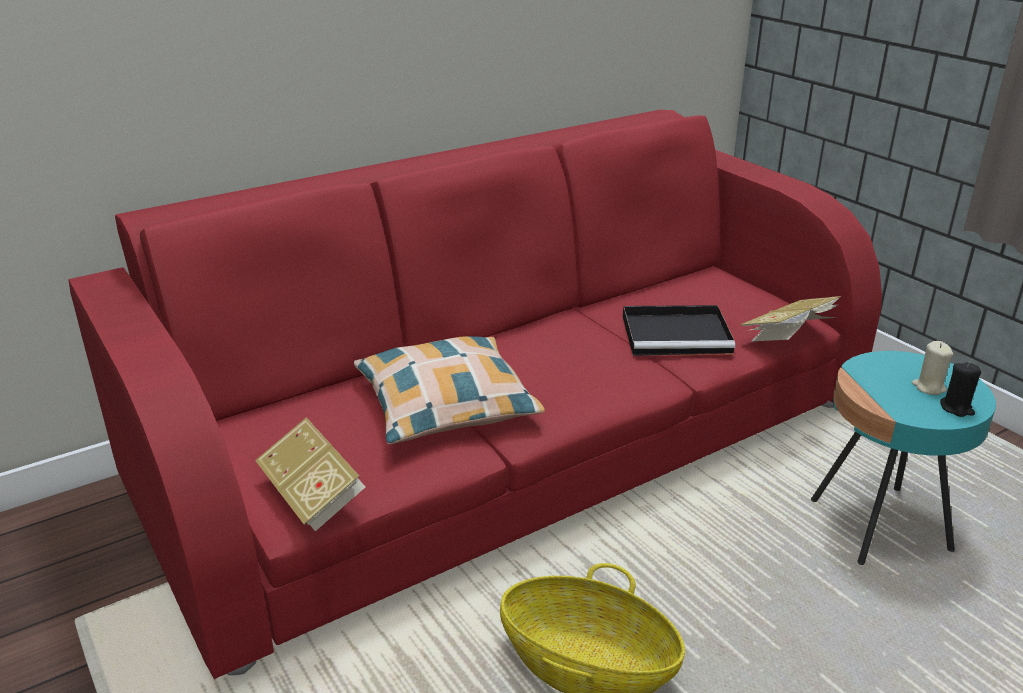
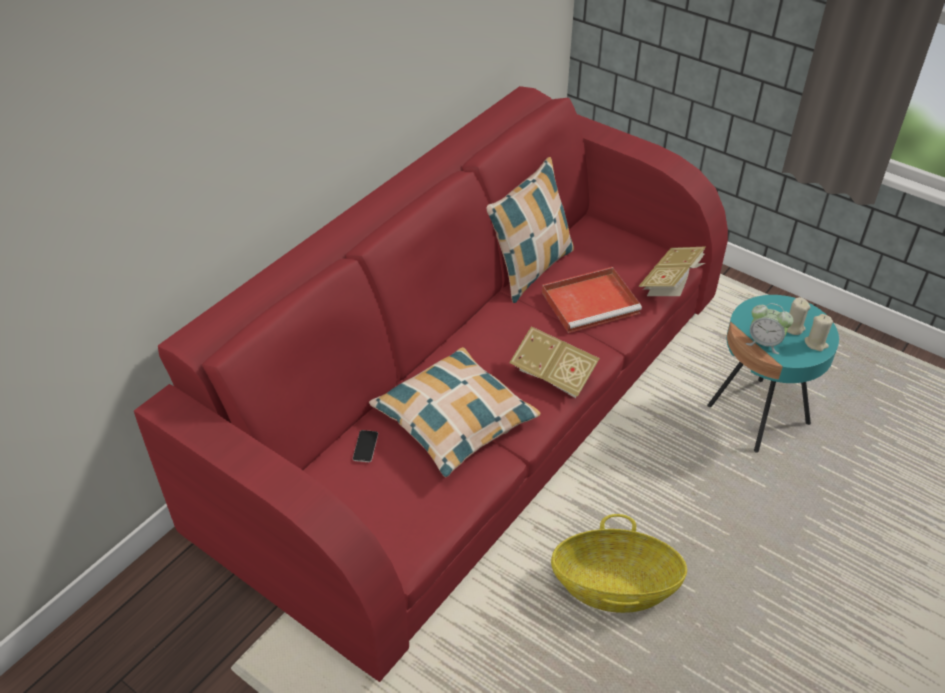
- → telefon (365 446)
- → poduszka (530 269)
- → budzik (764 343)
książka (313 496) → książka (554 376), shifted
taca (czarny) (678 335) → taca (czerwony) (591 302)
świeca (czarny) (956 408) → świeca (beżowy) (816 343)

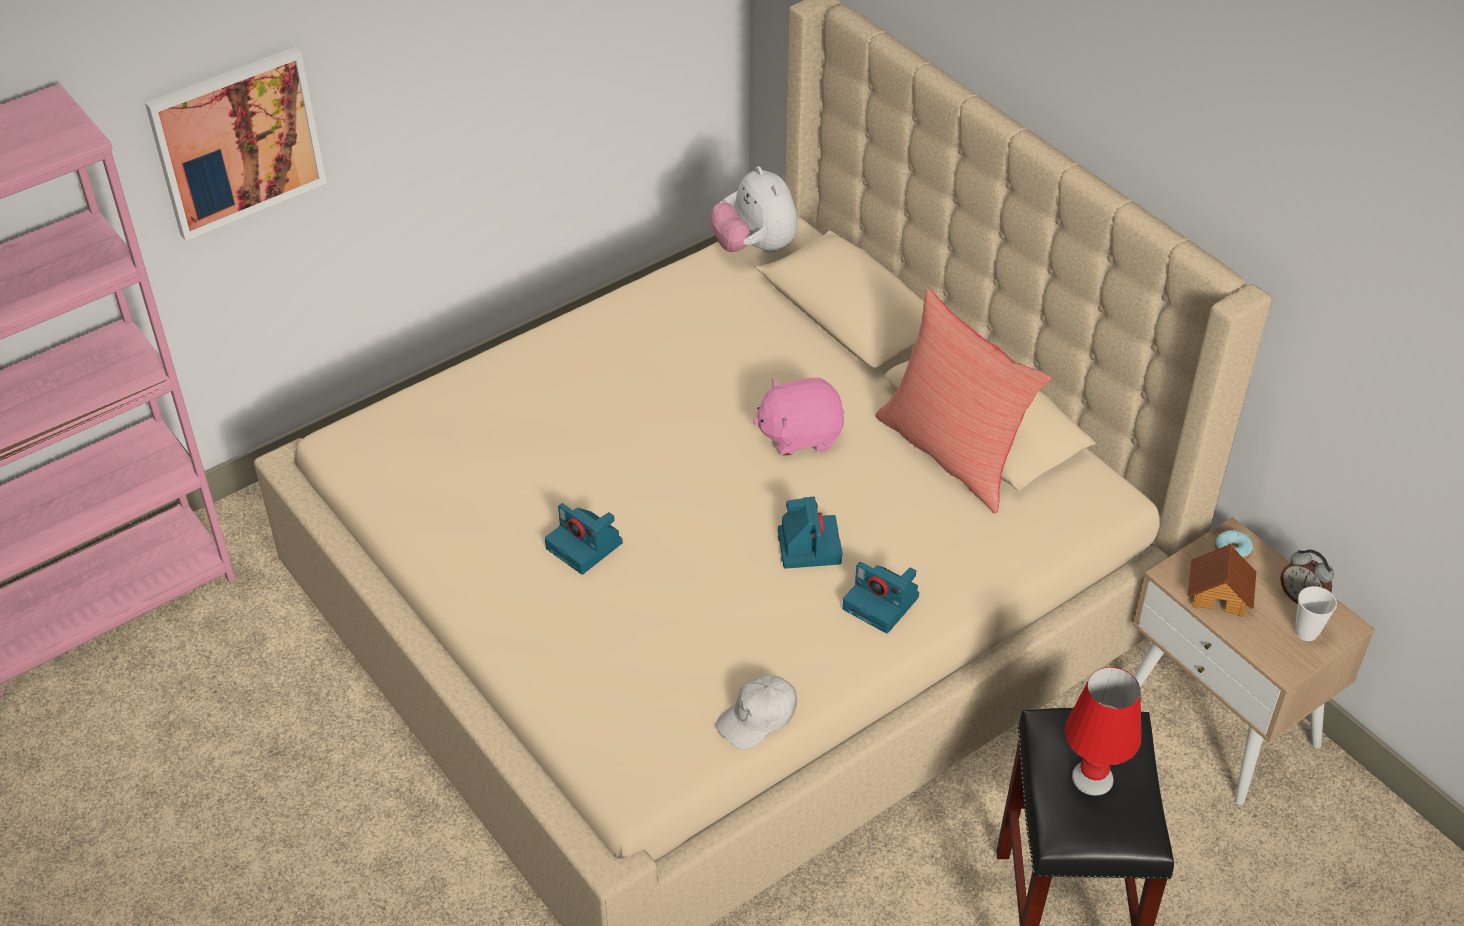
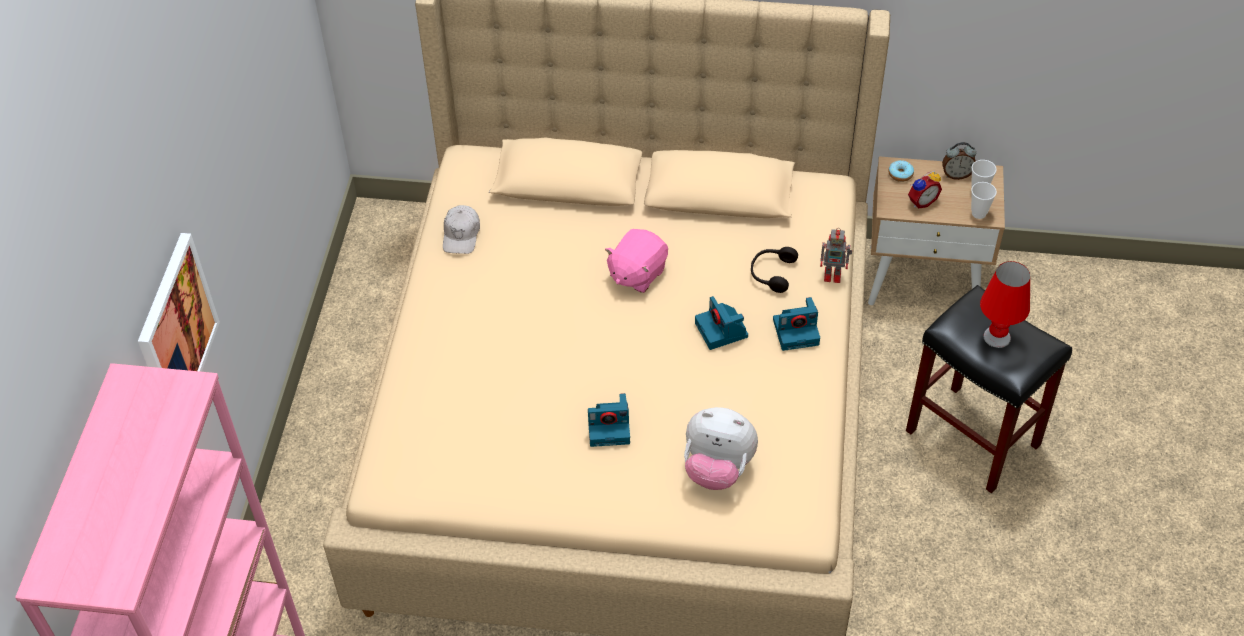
poduszka (czerwony) (952 453) → -
- → słuchawki (czarny) (771 273)
- → robot zabawkowy (833 275)
- → filiżanka (978 213)
pluszak (755 247) → pluszak (717 469), shifted
czapka z daszkiem (biały) (758 718) → czapka z daszkiem (biały) (461 235), shifted
domek (1219 594) → budzik (921 201)
aparat fotograficzny (808 545) → aparat fotograficzny (722 331), 150 degrees counterclockwise

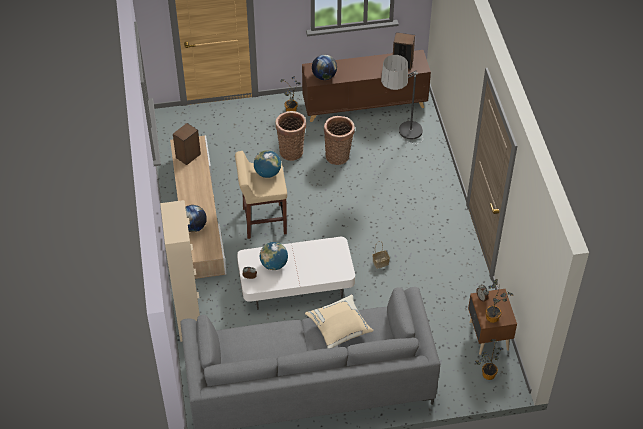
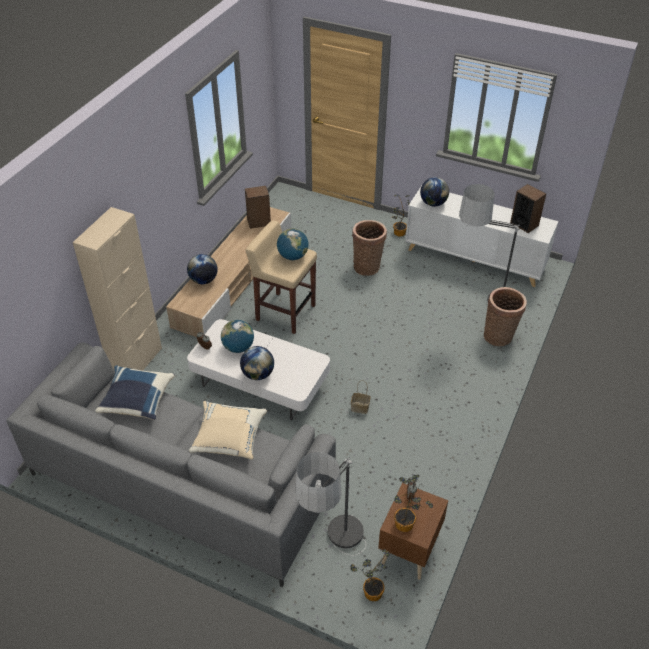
- → poduszka (niebieski) (137 401)
- → globus (258 374)
- → lampa stojąca (334 558)
koszyk (338 155) → koszyk (499 336), shifted
szafka (brązowy) (365 104) → szafka (biały) (475 258)

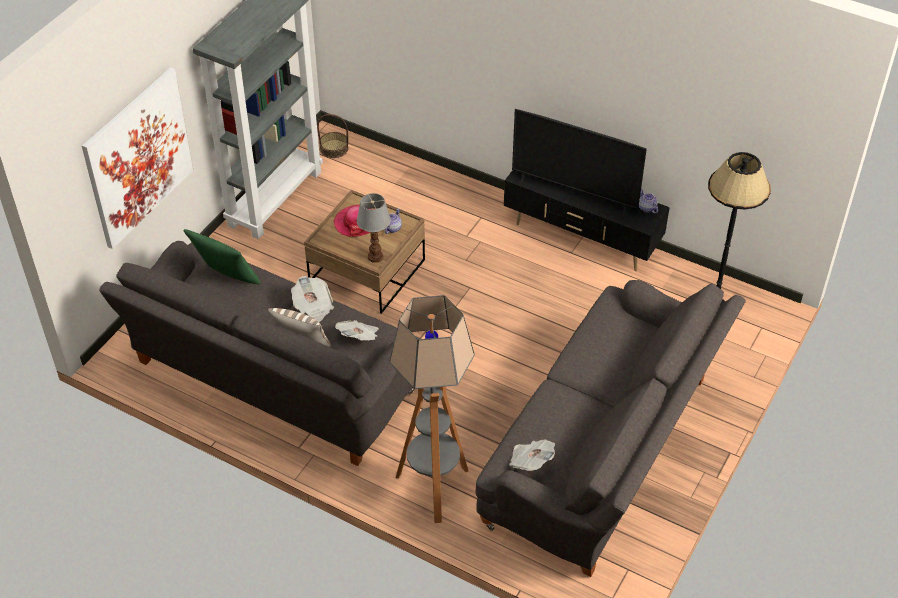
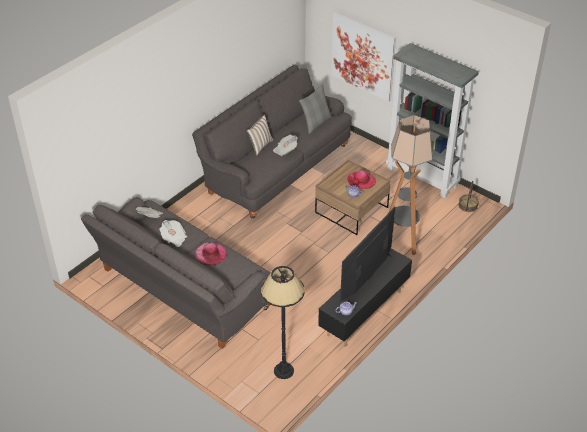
lampa stołowa (376 257) → -
- → kapelusz (różowy) (210 253)
gazeta (359 337) → gazeta (174 238), shifted
lampa stojąca (434 488) → lampa stojąca (402 240), shifted
poduszka (zielony) (227 278) → poduszka (szary) (316 123)

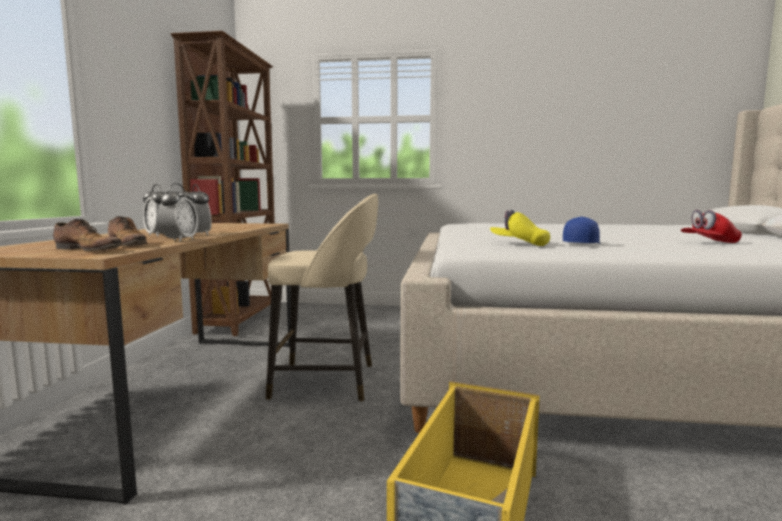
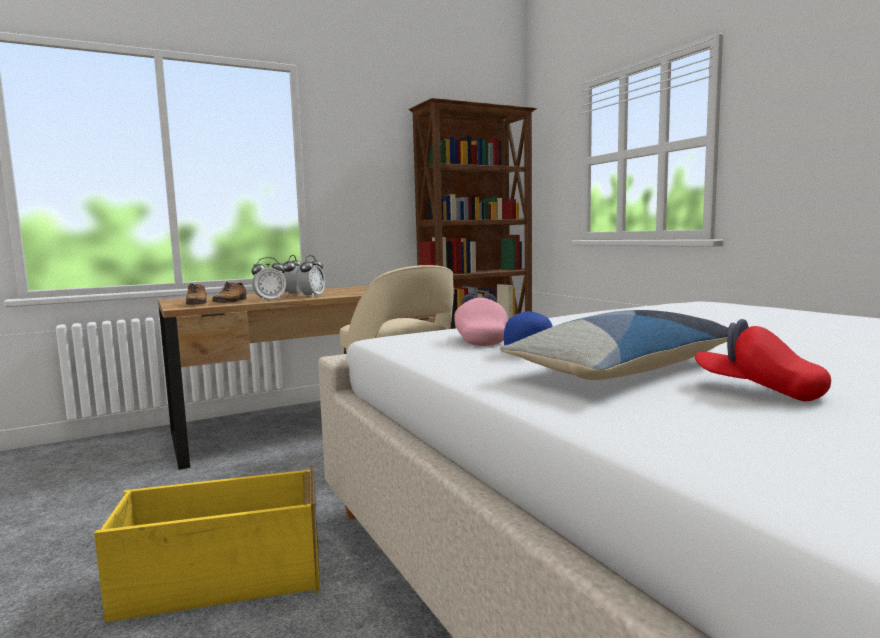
- → poduszka (626 369)
czapka z daszkiem (żółty) (519 244) → czapka z daszkiem (różowy) (480 340)

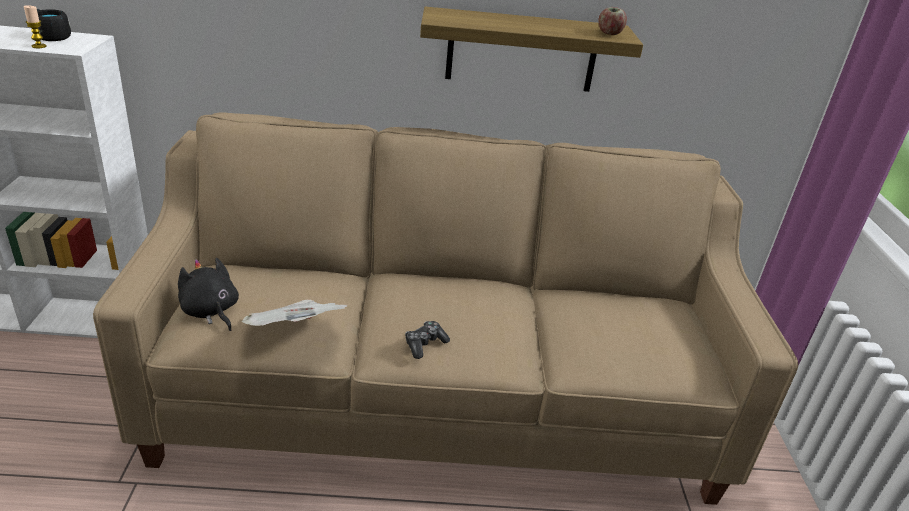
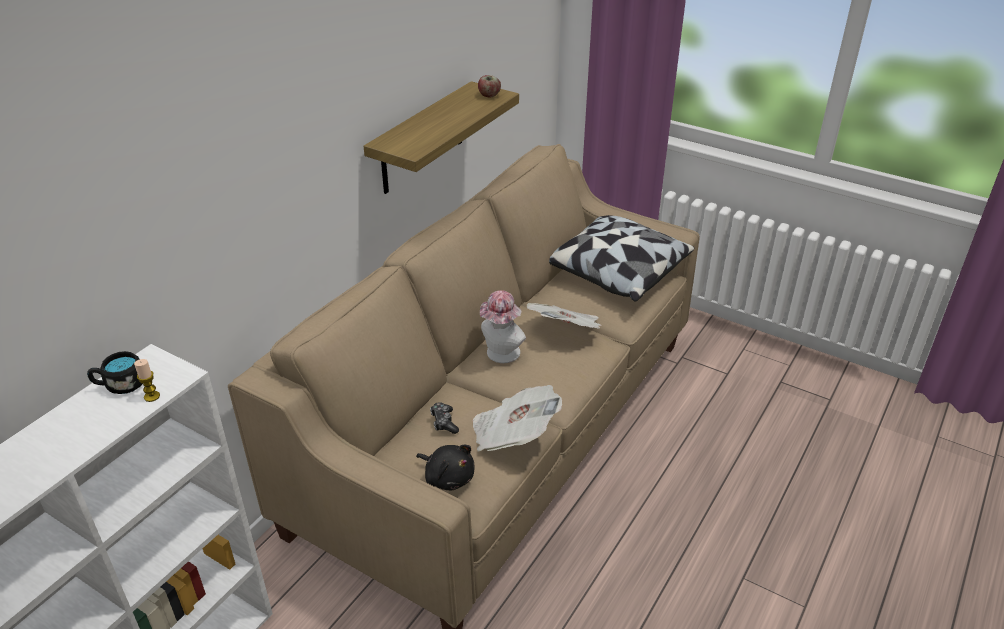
- → kapelusz (500 355)
- → gazeta (566 331)
- → poduszka (615 272)
pad do gier (425 344) → pad do gier (444 422), shifted
pluszak (czarny) (210 311) → pluszak (czarny) (448 477), 135 degrees counterclockwise

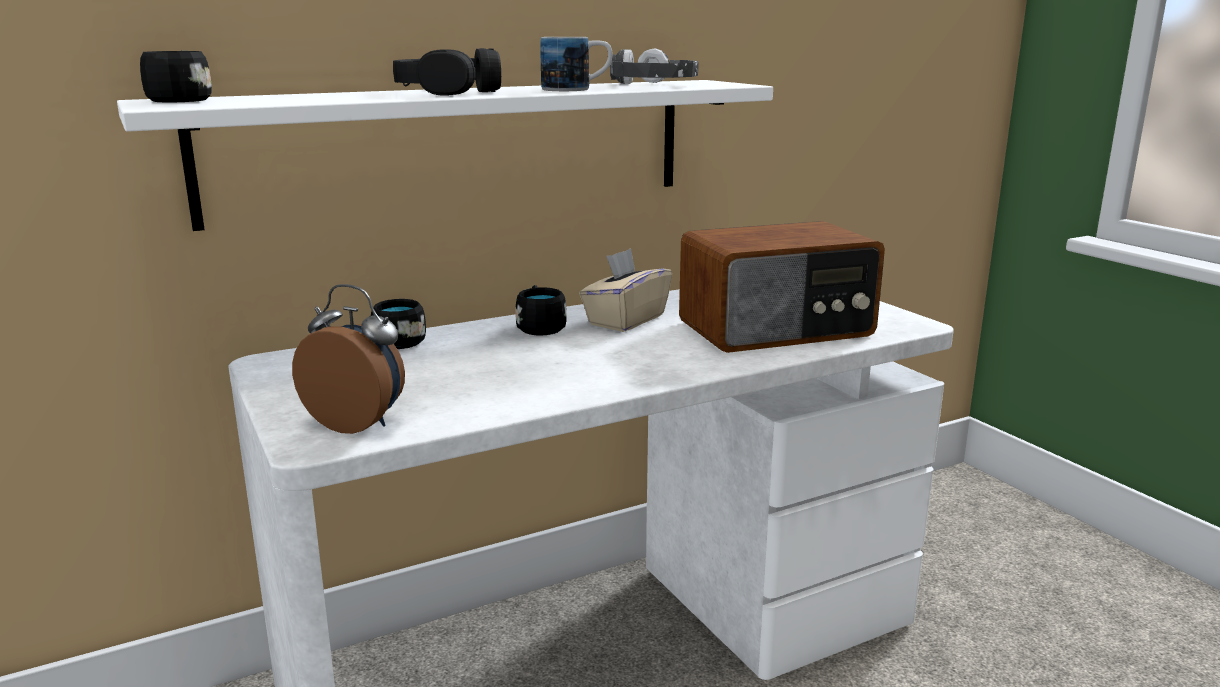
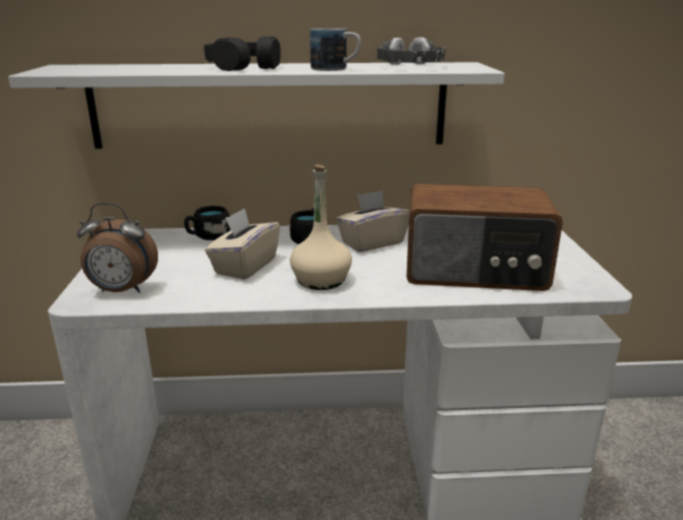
kubek (czarny) (184 100) → -
- → pudełko chusteczek (beżowy) (245 266)
- → butelka (beżowy) (321 280)
budzik (358 423) → budzik (122 291), 135 degrees clockwise

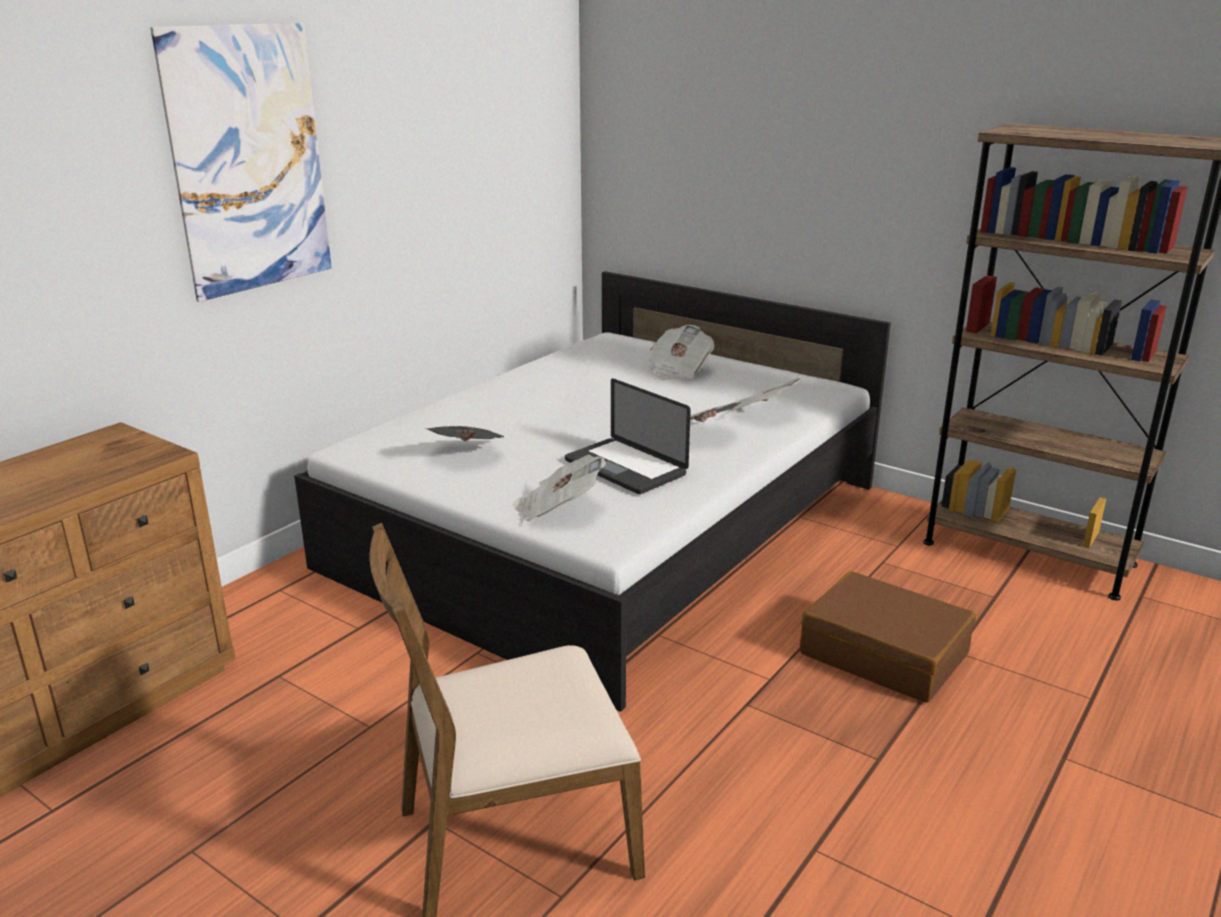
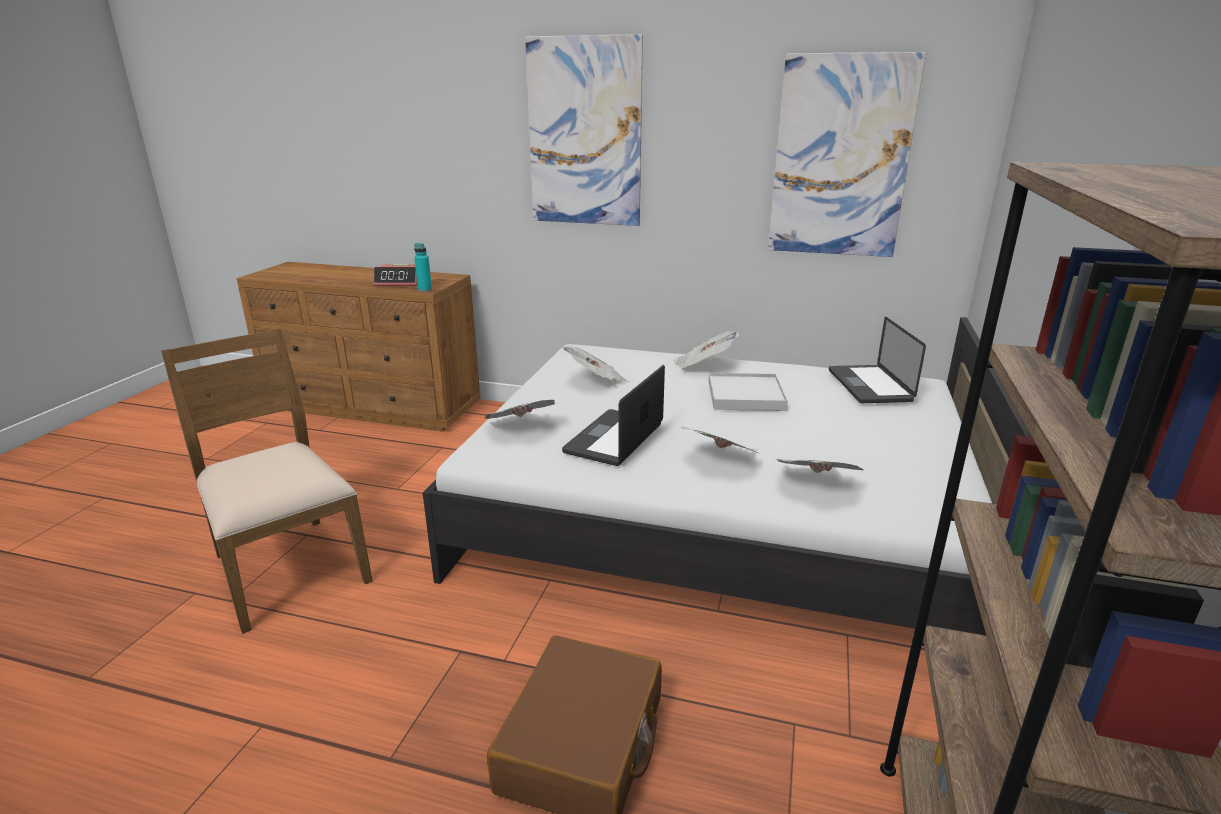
- → budzik (399 282)
- → butelka (turkusowy) (425 290)
- → taca (biały) (746 396)
- → obraz (841 158)
- → laptop (869 385)
gazeta (678 371) → gazeta (703 365), shifted

